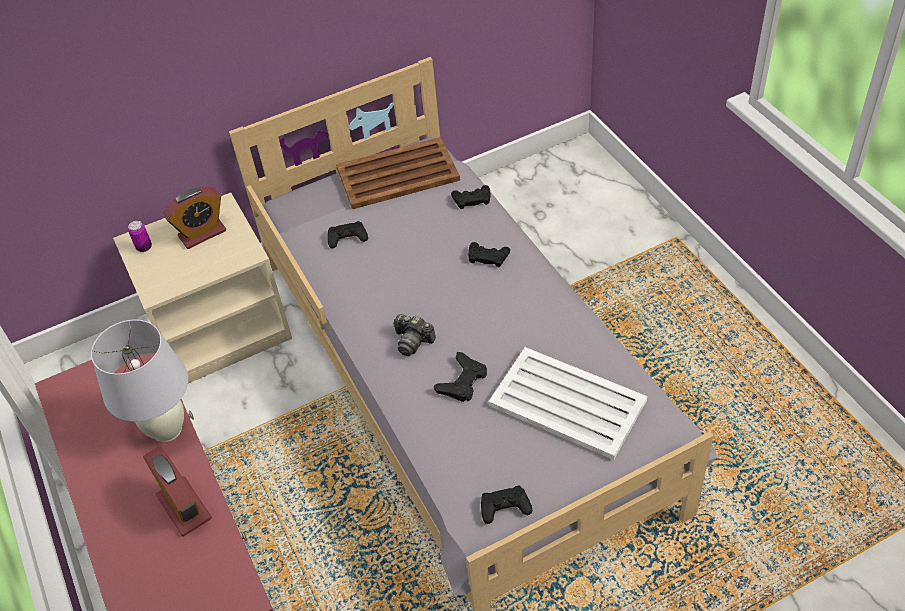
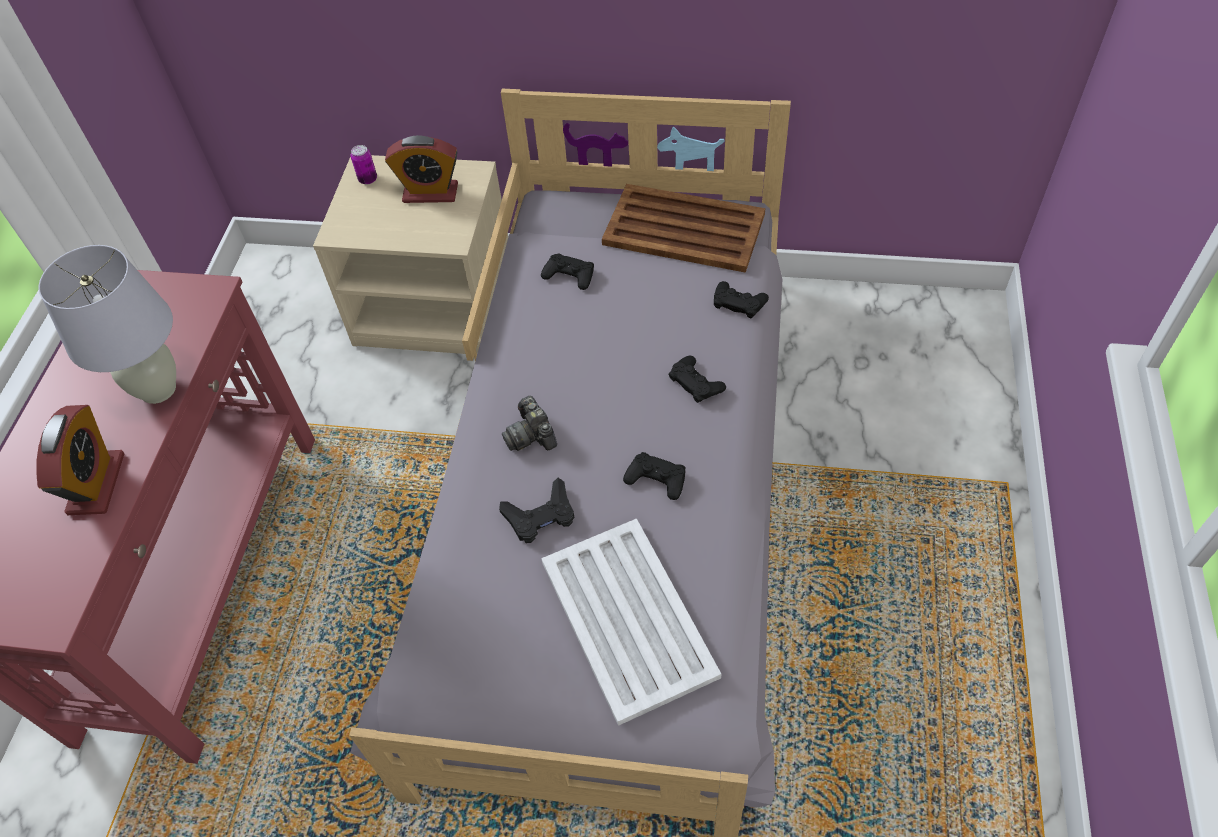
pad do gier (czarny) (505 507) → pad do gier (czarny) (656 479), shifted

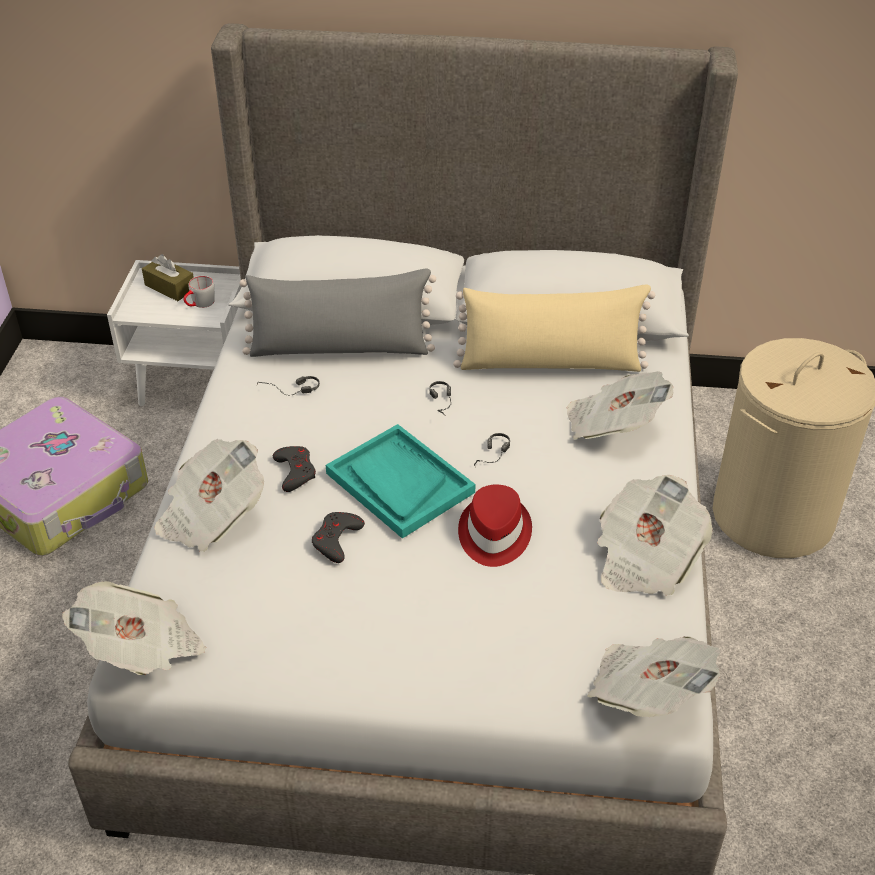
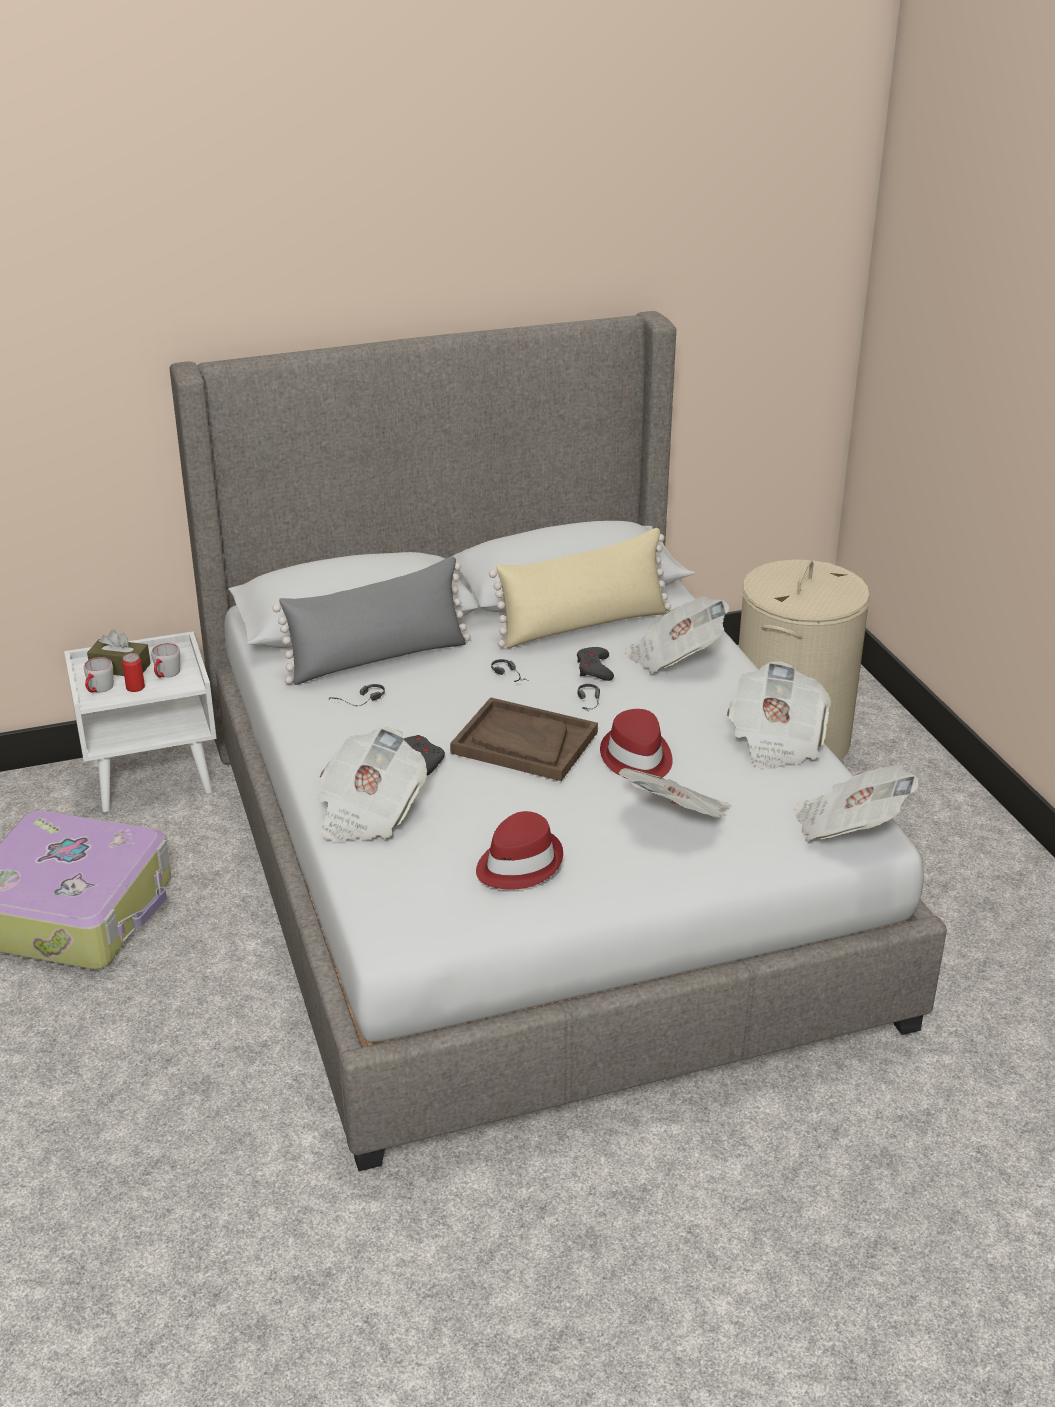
- → kubek (szary) (98 689)
- → puszka (135 687)
- → kapelusz (czerwony) (518 863)
gazeta (142 649) → gazeta (677 818), shifted
pad do gier (szary) (336 540) → pad do gier (szary) (594 669), shifted
taca (turkusowy) (399 483) → taca (brązowy) (524 743)

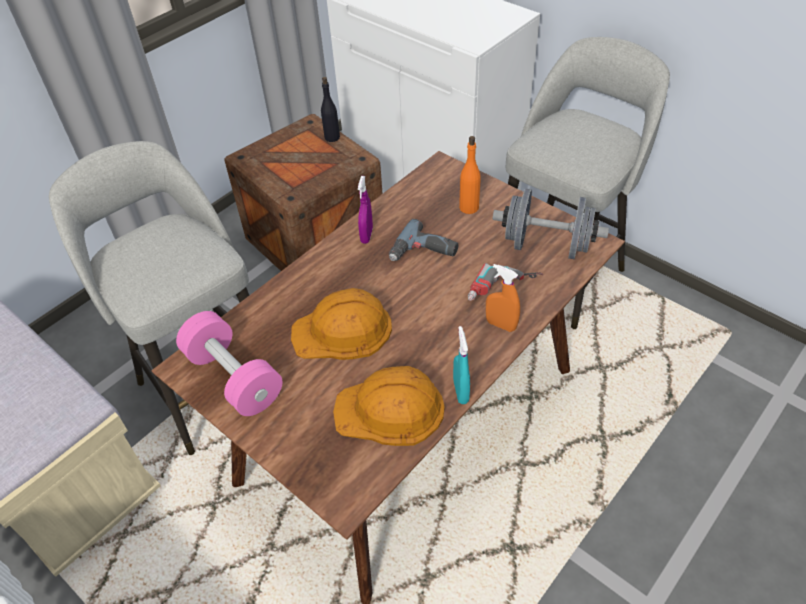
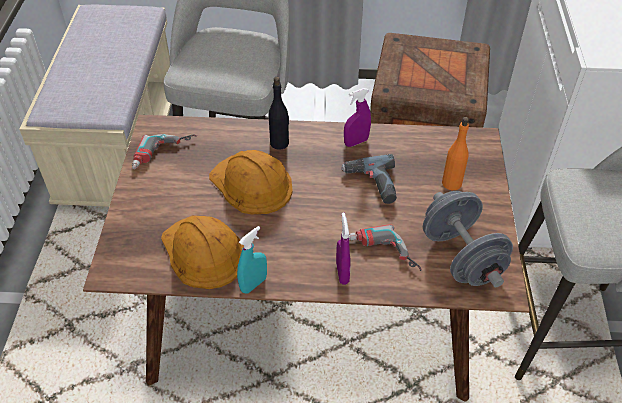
butelka (czarny) (332 137) → butelka (czarny) (280 143), shifted
hantel (różowy) (234 377) → wiertarka (164 155)
spryskiwacz (pomarańczowy) (501 325) → spryskiwacz (fioletowy) (342 273)

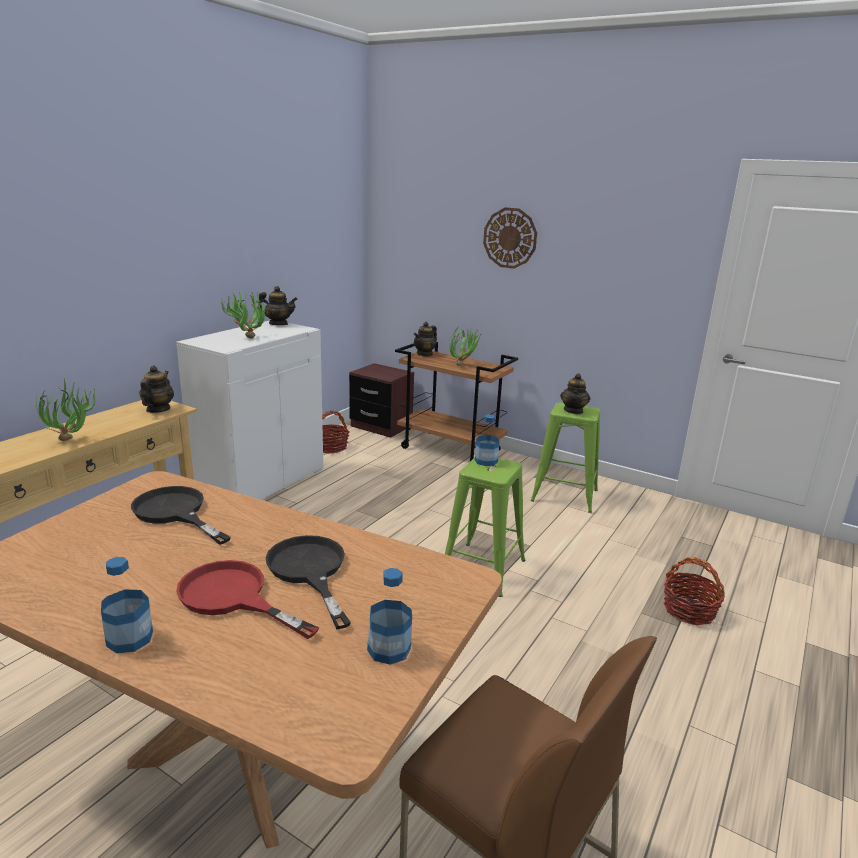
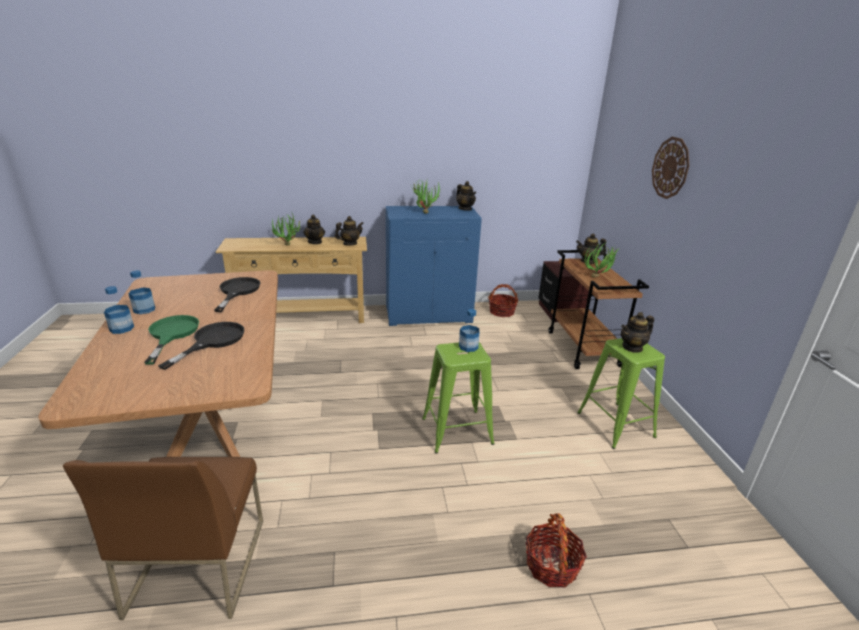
- → imbryk (315 242)
butelka (389 649) → butelka (144 309), shifted
szafka (biały) (260 481) → szafka (niebieski) (428 314)
patelnia (czerwony) (233 597) → patelnia (zielony) (171 334)

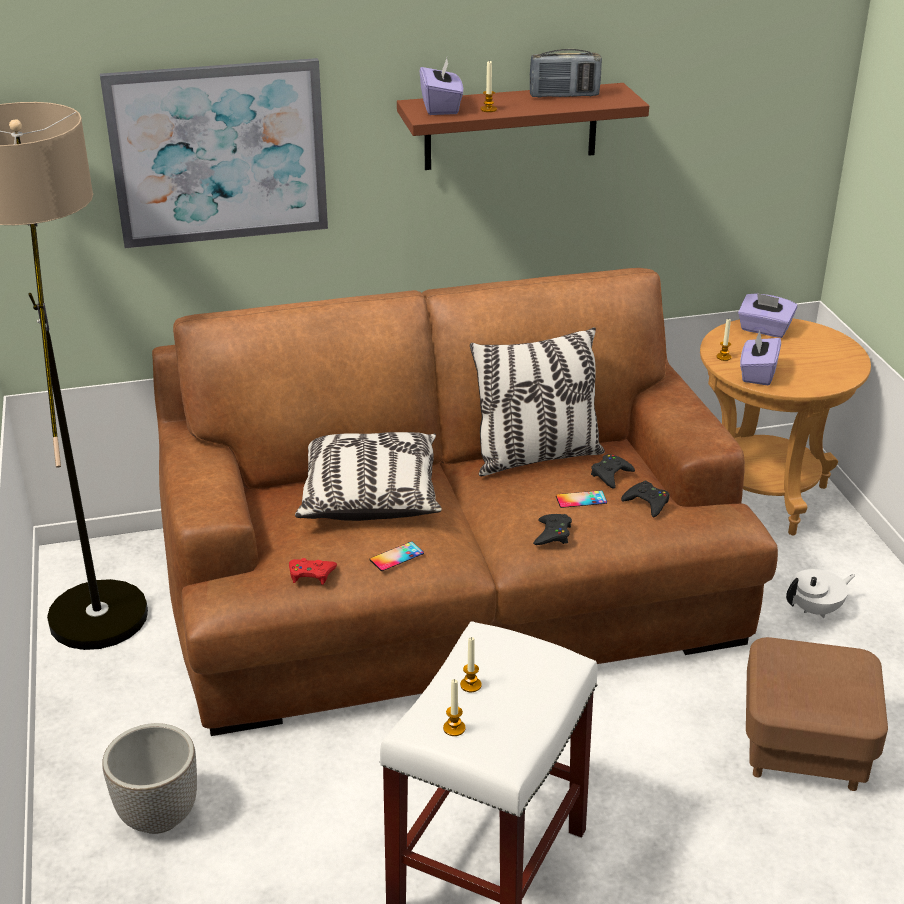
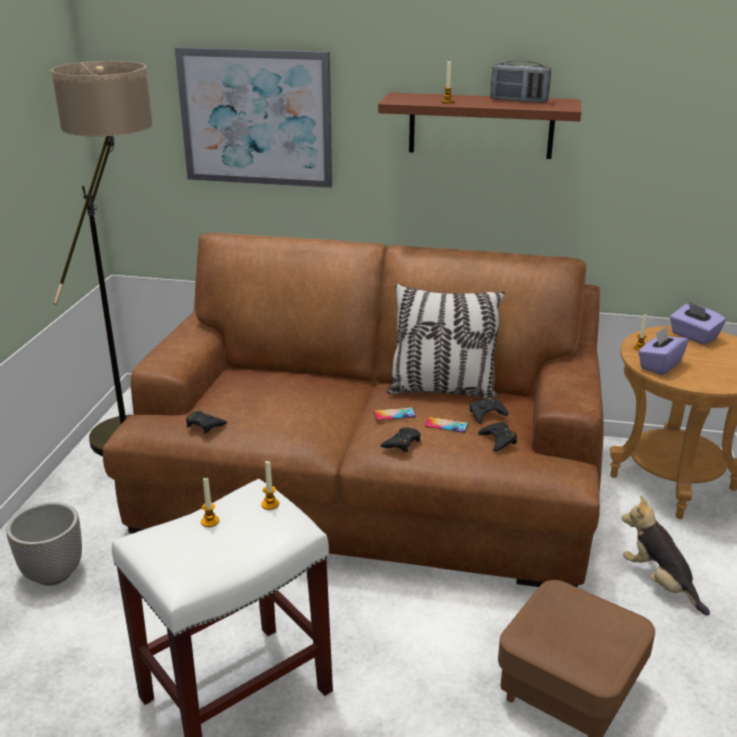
poduszka (369 495) → -
pudełko chusteczek (fioletowy) (441 107) → -
telefon (396 556) → telefon (394 414), shifted
świeca (454 728) → świeca (270 504), shifted
imbryk (biały) (816 609) → pluszak (659 582)
pad do gier (czerwony) (311 574) → pad do gier (czarny) (204 425)

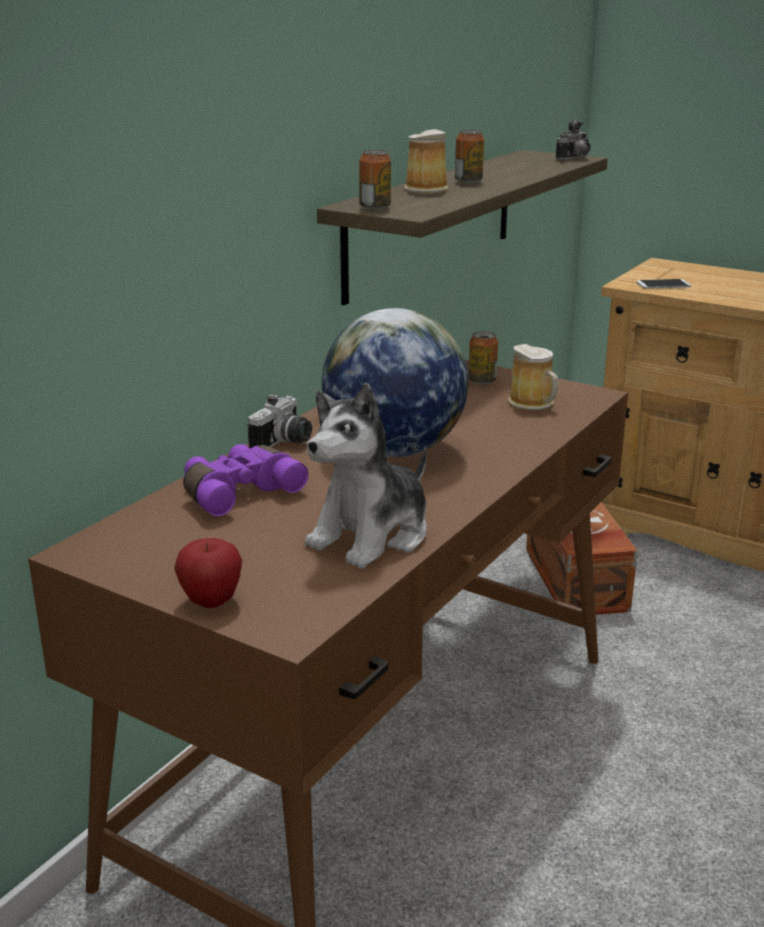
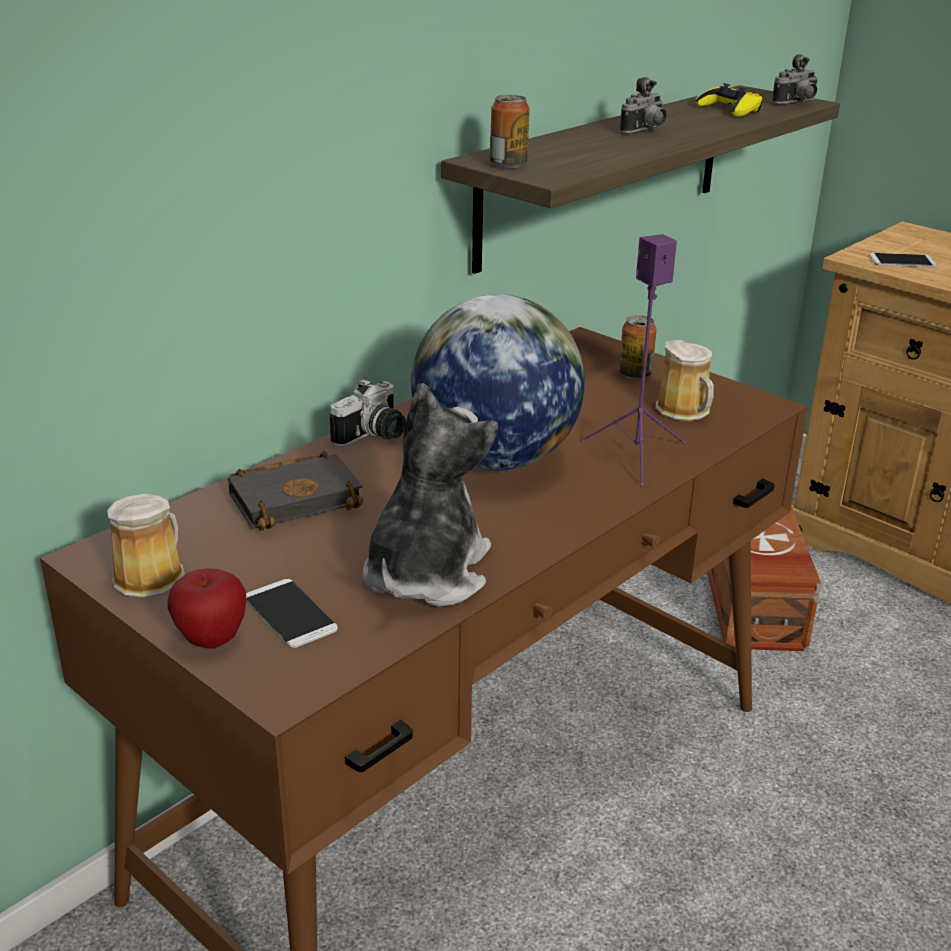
- → telefon (290 614)
- → głośnik (fioletowy) (636 456)
- → pad do gier (żółty) (729 110)
kubek (426 189) → kubek (152 576), shifted
lornetka (fioletowy) (238 492) → książka (czarny) (297 497)
puszka (468 181) → aparat fotograficzny (644 131)
pluszak (372 536) → pluszak (425 573), 150 degrees clockwise

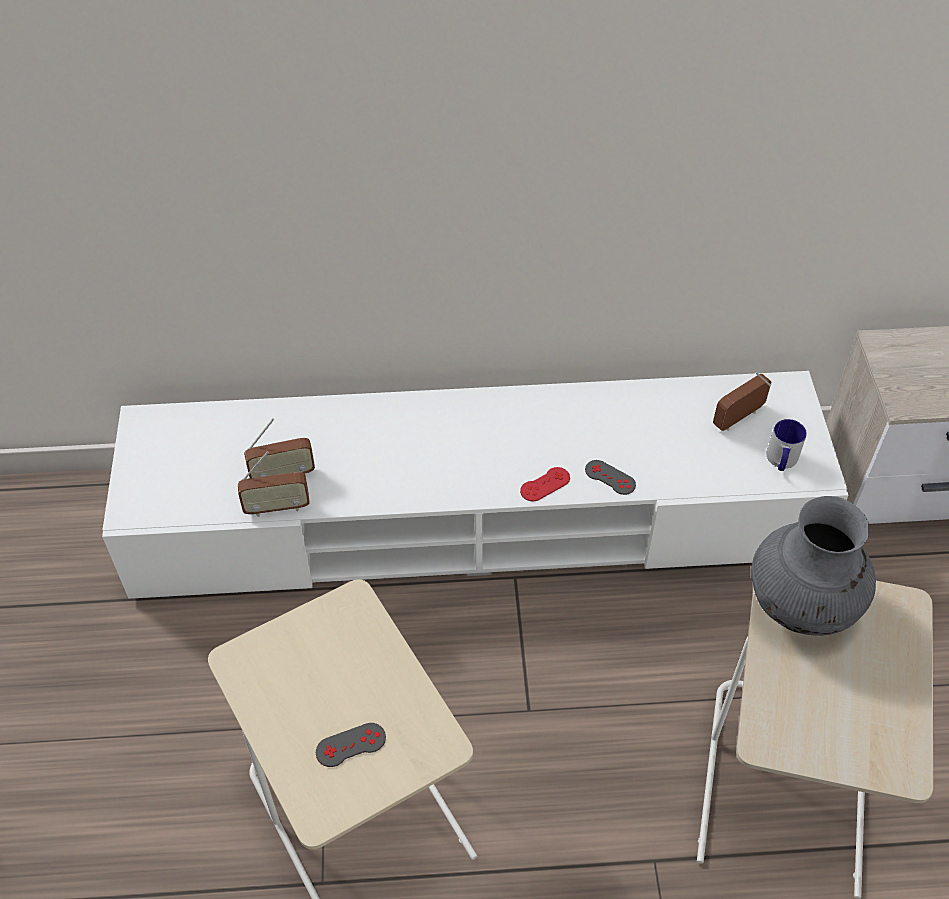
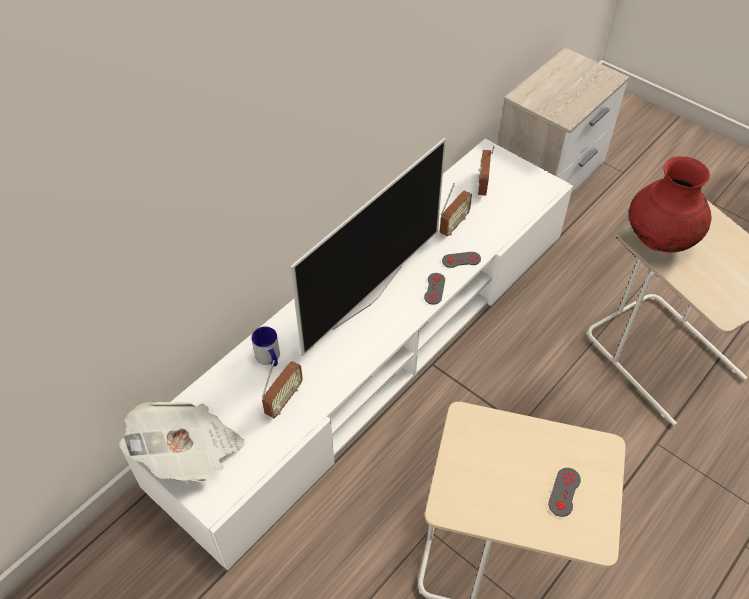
- → gazeta (189 453)
- → telewizor (366 296)
radio (277 507) → radio (454 225), shifted
kubek (781 461) → kubek (269 358), shifted
pad do gier (czerwony) (545 484) → pad do gier (szary) (434 288)
wazon (szary) (801 606) → wazon (czerwony) (659 240)

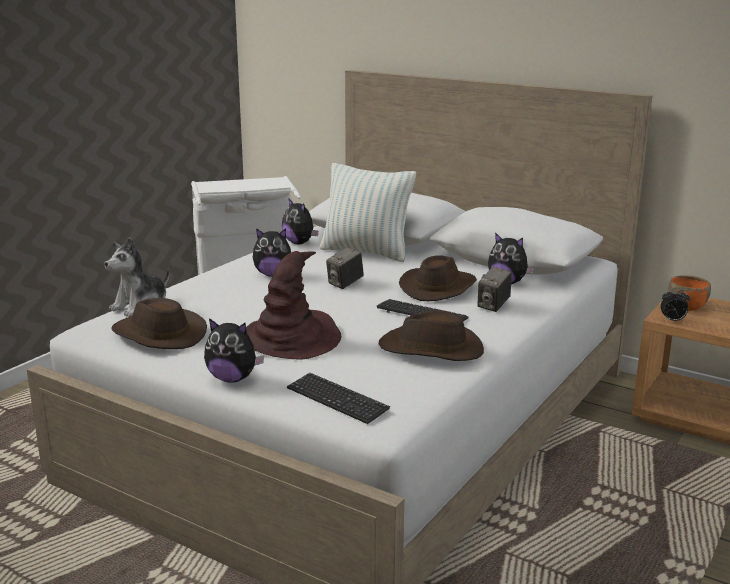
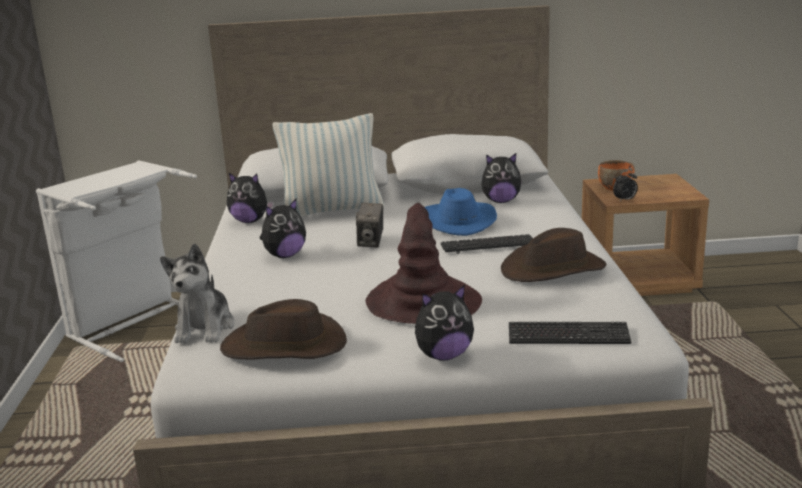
aparat fotograficzny (493 306) → -
kapelusz (brązowy) (438 287) → kapelusz (niebieski) (456 221)

